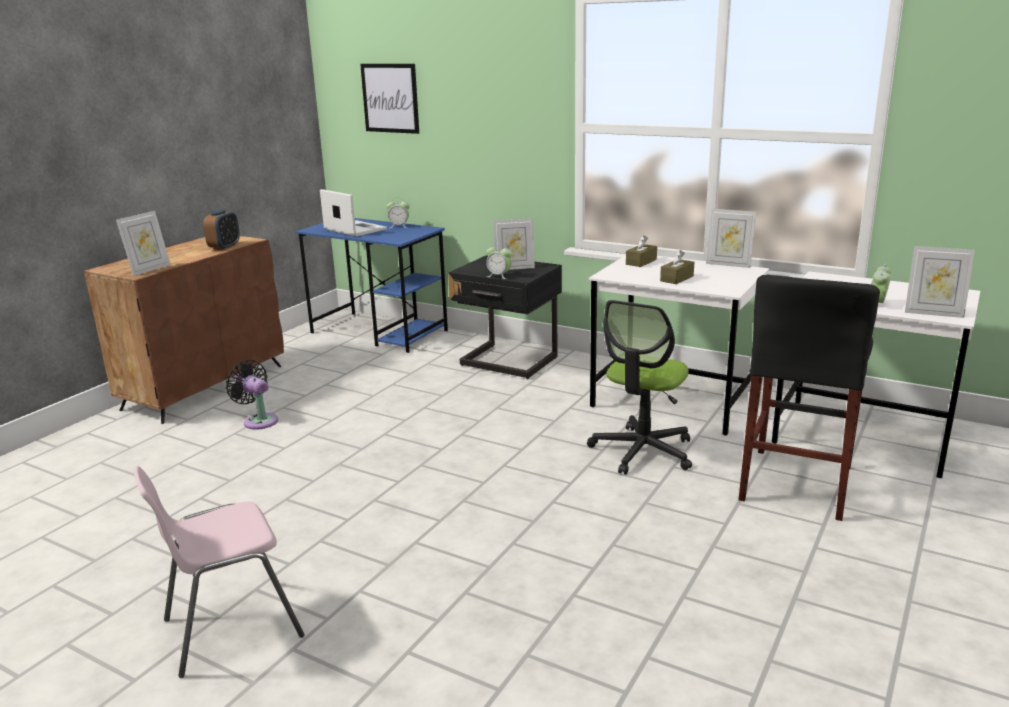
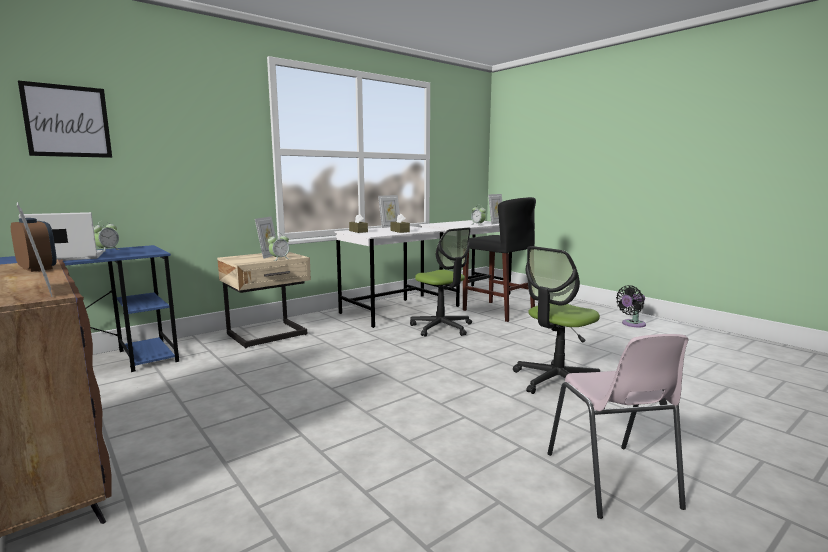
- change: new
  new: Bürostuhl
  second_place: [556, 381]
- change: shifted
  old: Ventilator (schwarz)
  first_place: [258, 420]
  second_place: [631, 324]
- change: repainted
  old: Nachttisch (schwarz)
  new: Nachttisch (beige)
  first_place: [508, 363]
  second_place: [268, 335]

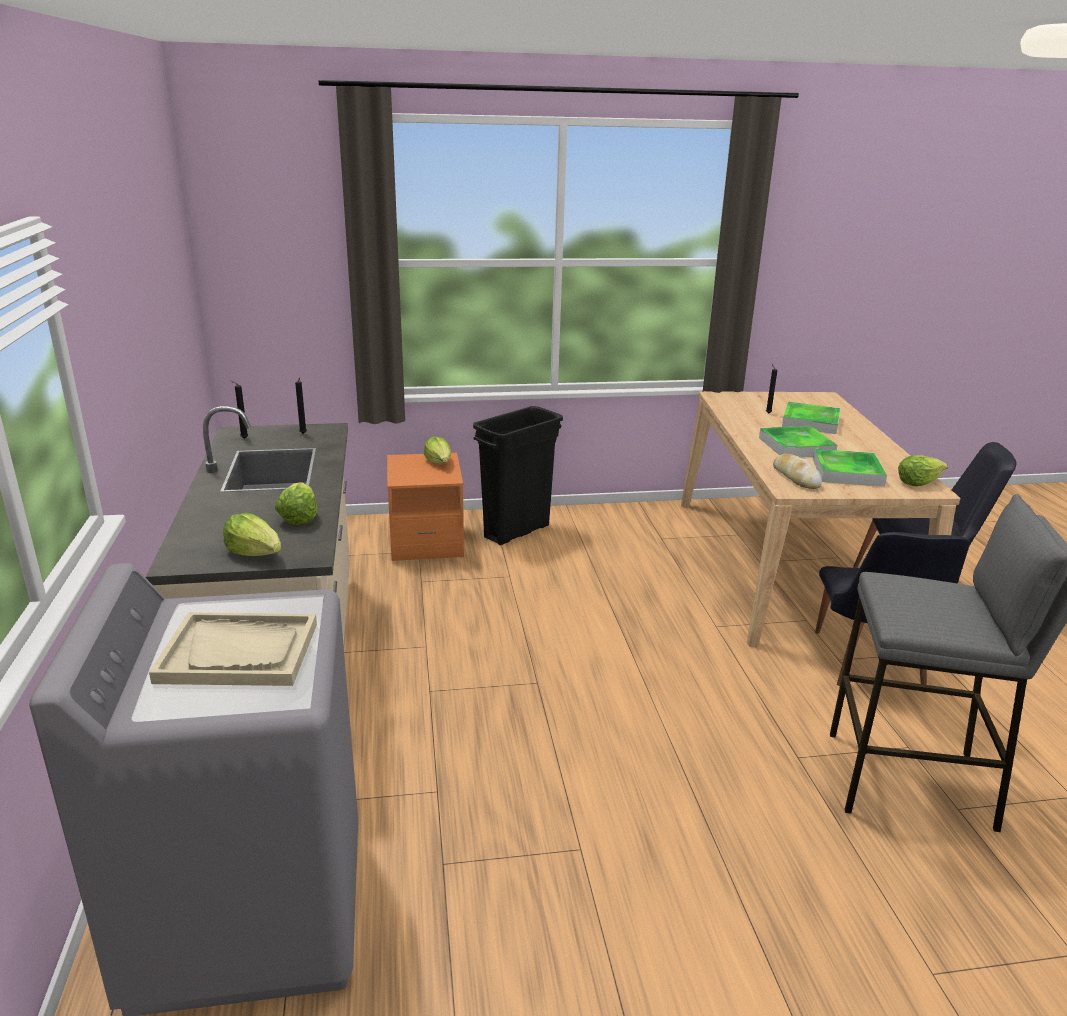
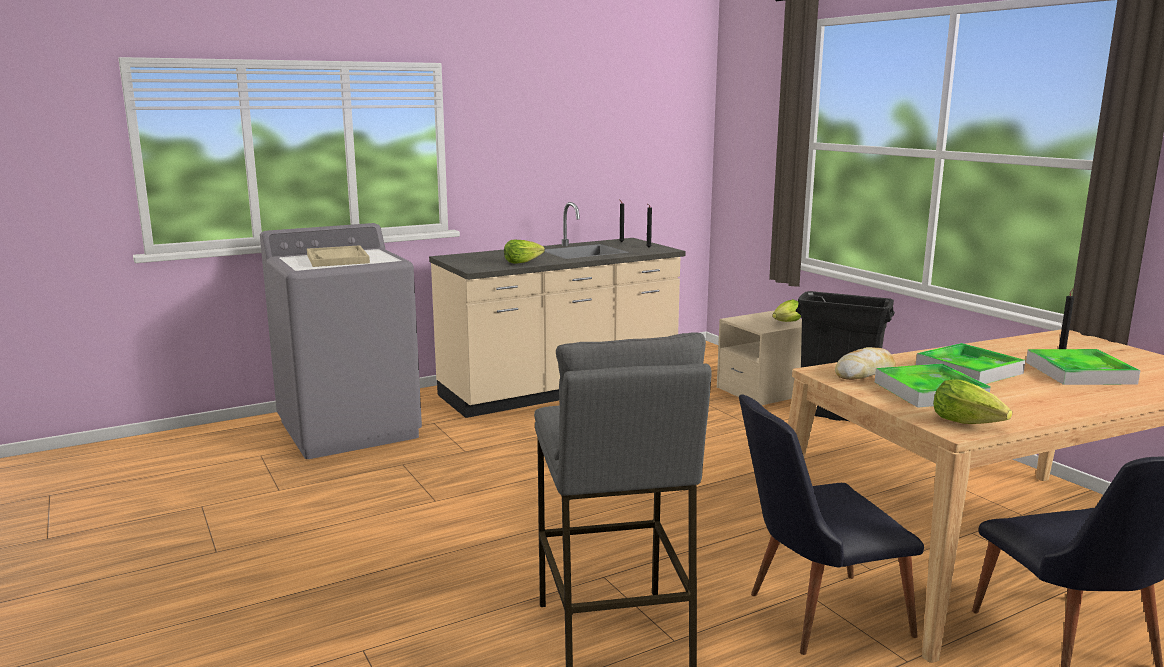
- change: gone
  old: Salatkopf
  first_place: [255, 553]
- change: repainted
  old: Nachttisch (orange)
  new: Nachttisch (beige)
  first_place: [426, 542]
  second_place: [764, 392]

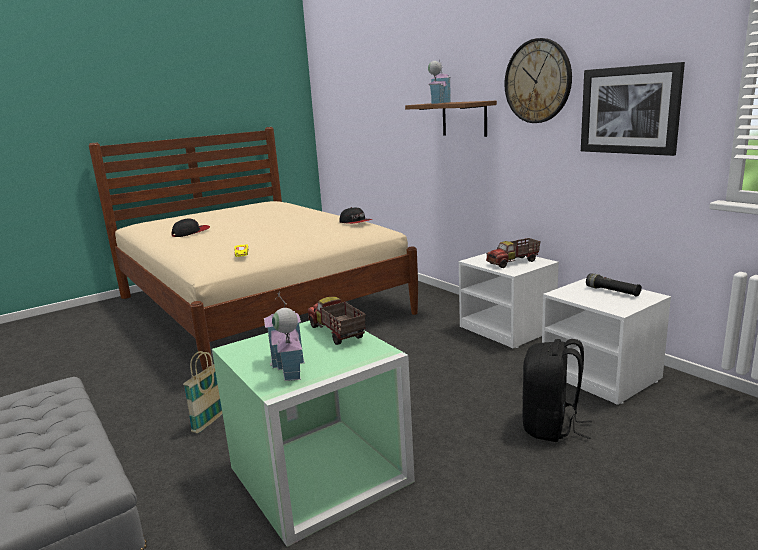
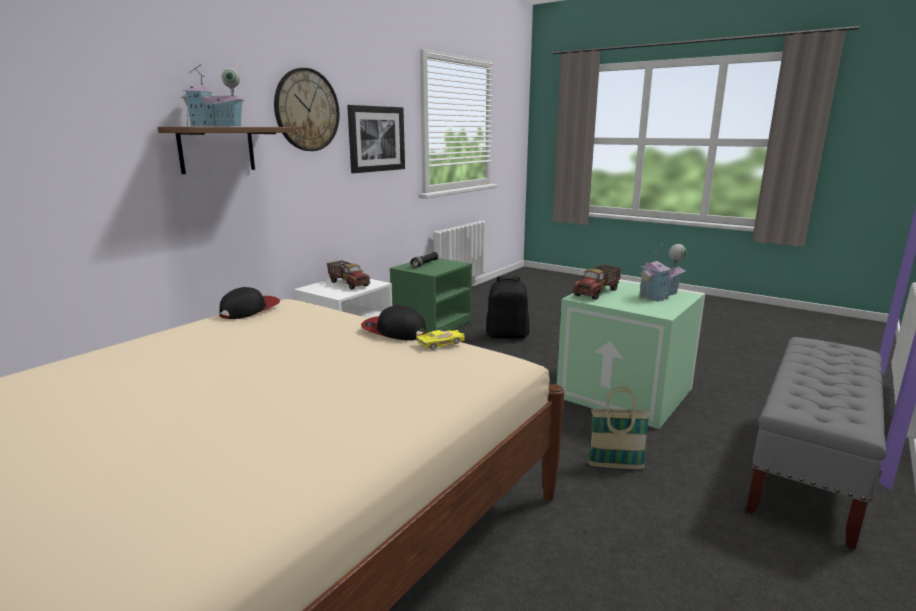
- change: shifted
  old: Kappe
  first_place: [191, 232]
  second_place: [393, 331]
- change: repainted
  old: Nachttisch (weiß)
  new: Nachttisch (grün)
  first_place: [601, 376]
  second_place: [432, 324]

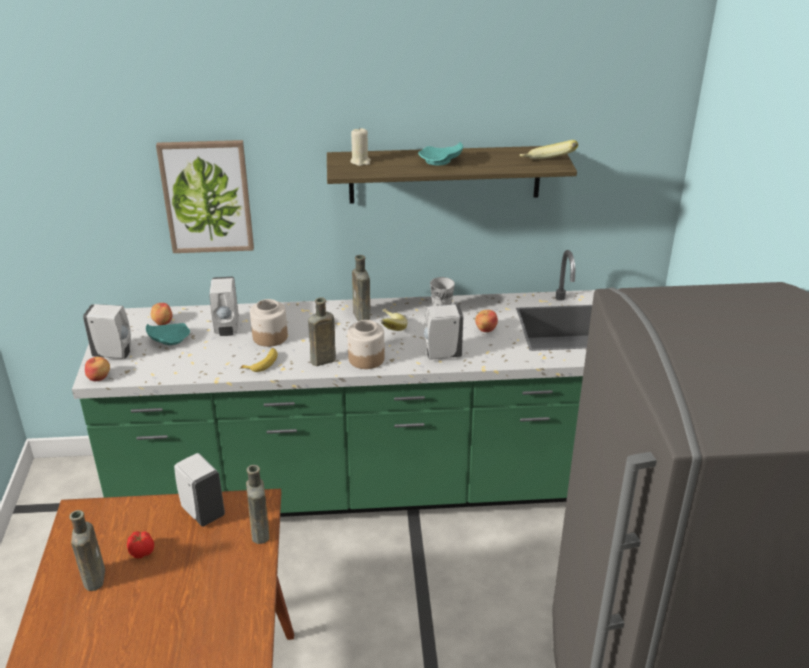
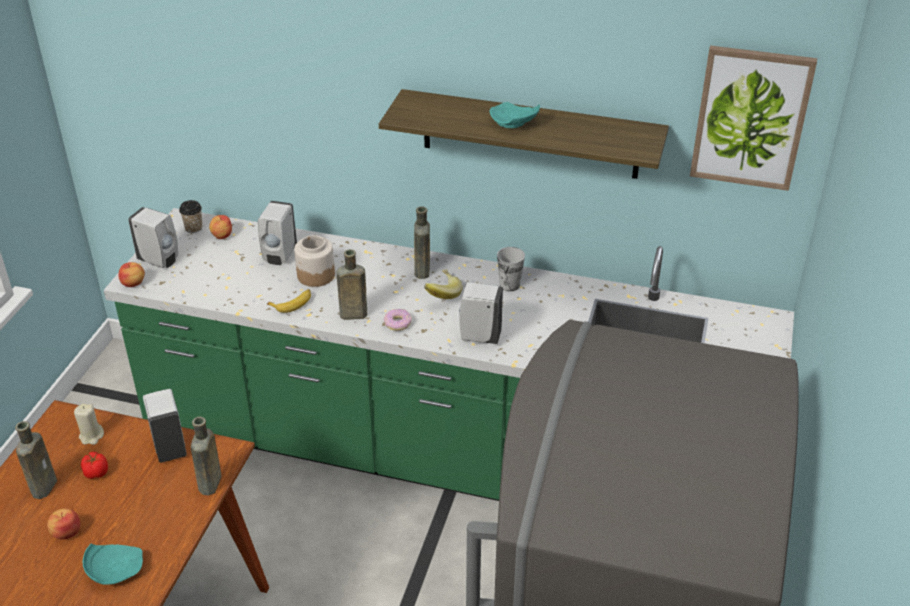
- change: gone
  old: Banane
  first_place: [547, 164]
- change: new
  new: Tasse
  second_place: [193, 228]
- change: shifted
  old: Teller (türkis)
  first_place: [168, 340]
  second_place: [115, 569]
- change: shifted
  old: Bild
  first_place: [207, 196]
  second_place: [750, 117]
- change: shifted
  old: Kerze (beige)
  first_place: [360, 161]
  second_place: [91, 436]
- change: shifted
  old: Apfel
  first_place: [485, 329]
  second_place: [66, 532]
- change: swapped
  old: Vorratsglas
  new: Donut
  first_place: [366, 359]
  second_place: [397, 323]

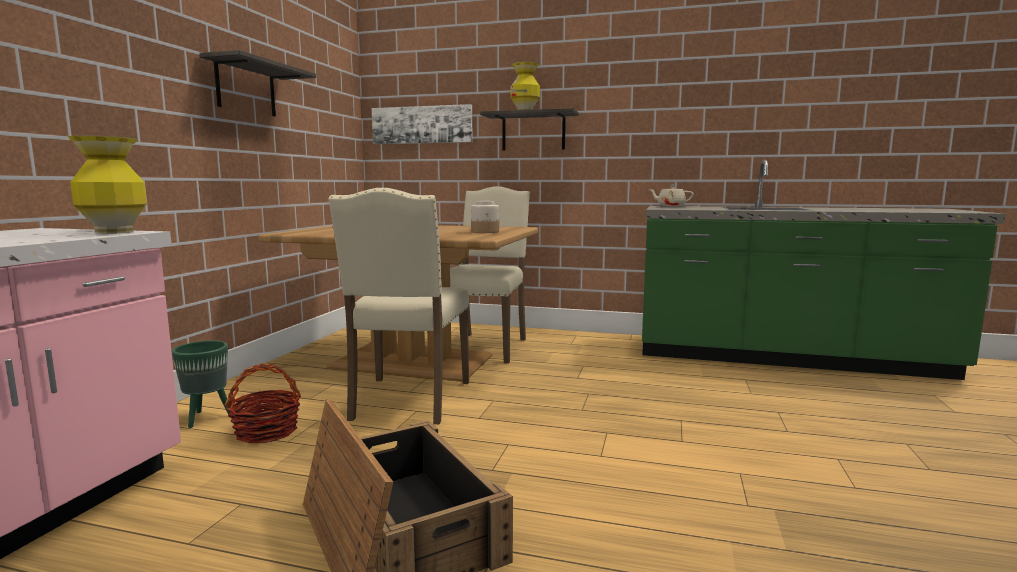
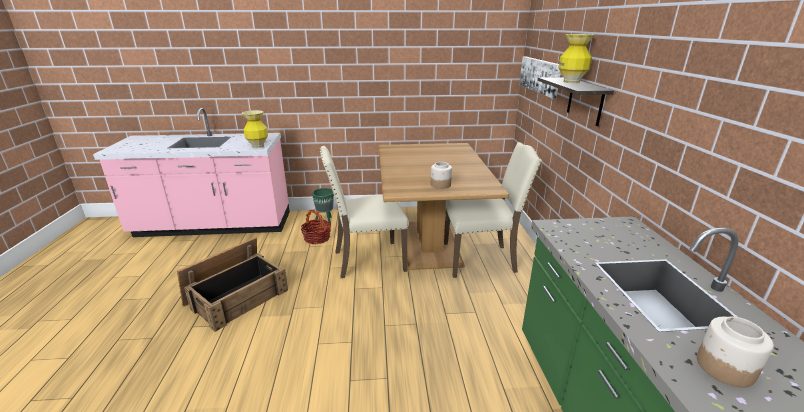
- change: gone
  old: Wandregal
  first_place: [246, 88]
- change: gone
  old: Teekanne (beige)
  first_place: [670, 206]
- change: new
  new: Vorratsglas
  second_place: [724, 367]

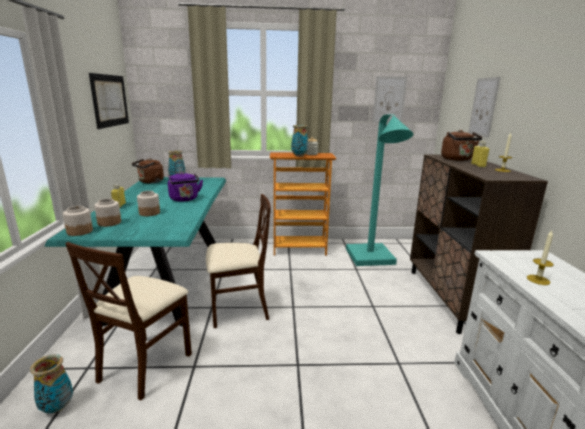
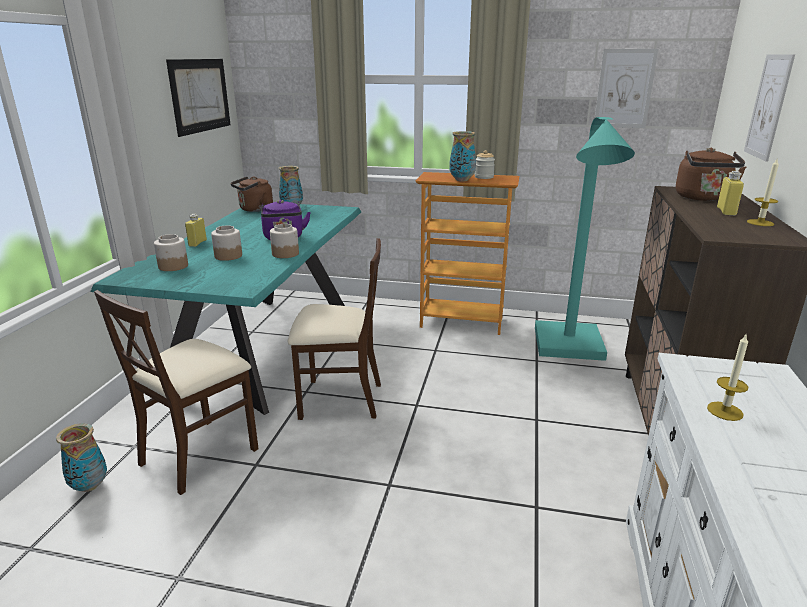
- change: shifted
  old: Vorratsglas
  first_place: [80, 231]
  second_place: [285, 254]

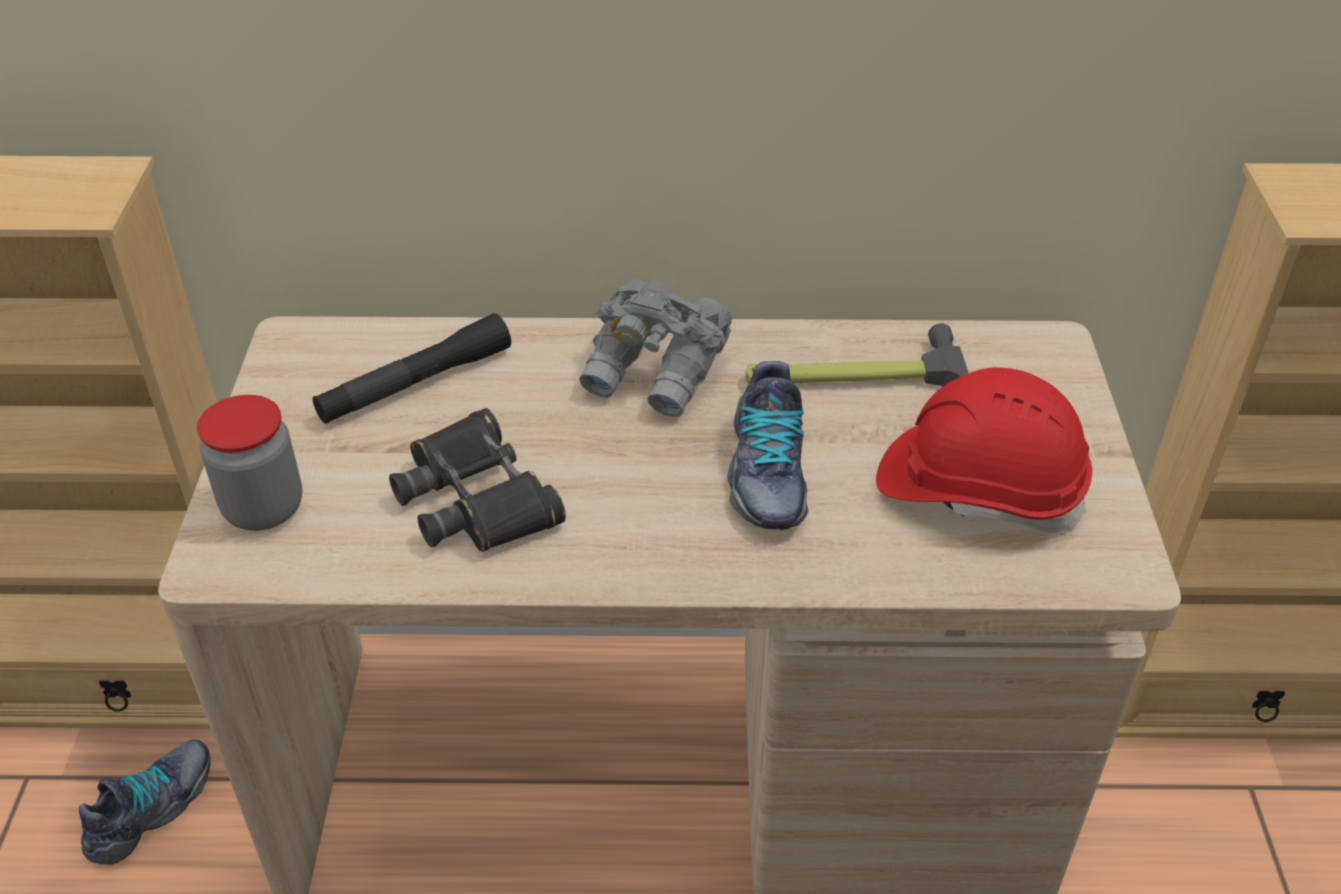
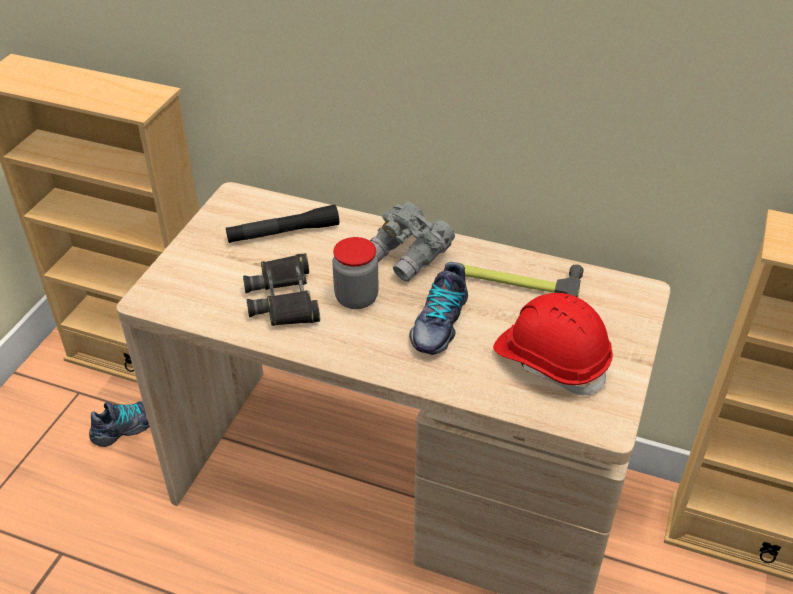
- change: shifted
  old: Vorratsglas
  first_place: [263, 509]
  second_place: [356, 298]

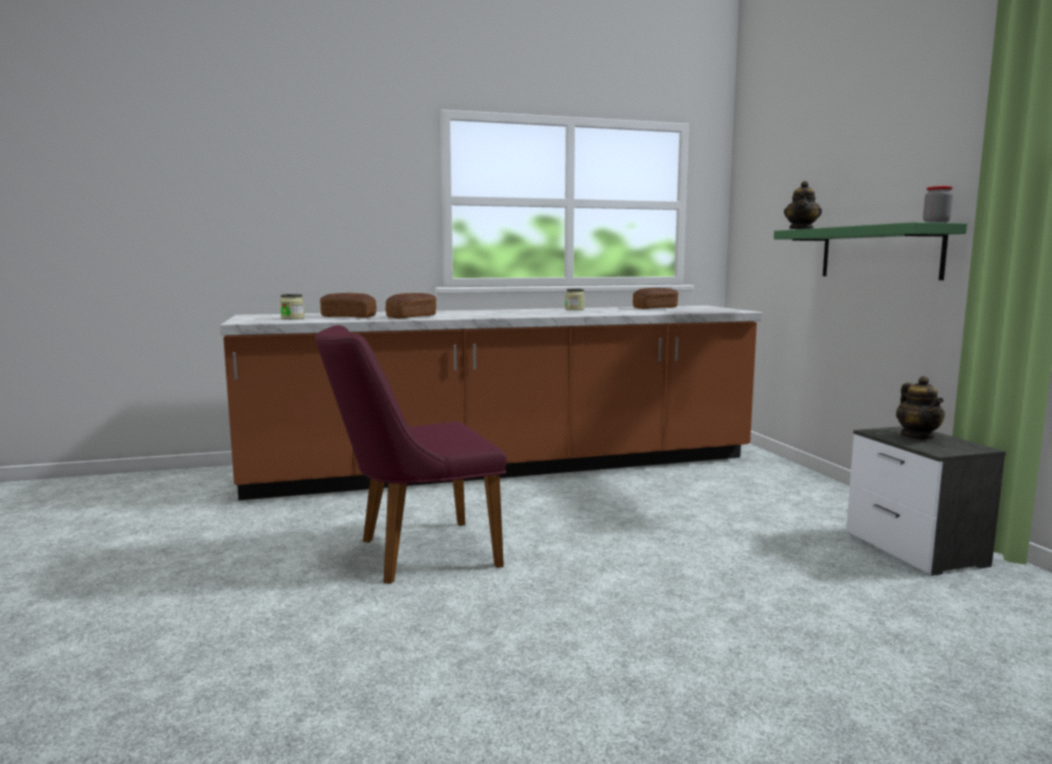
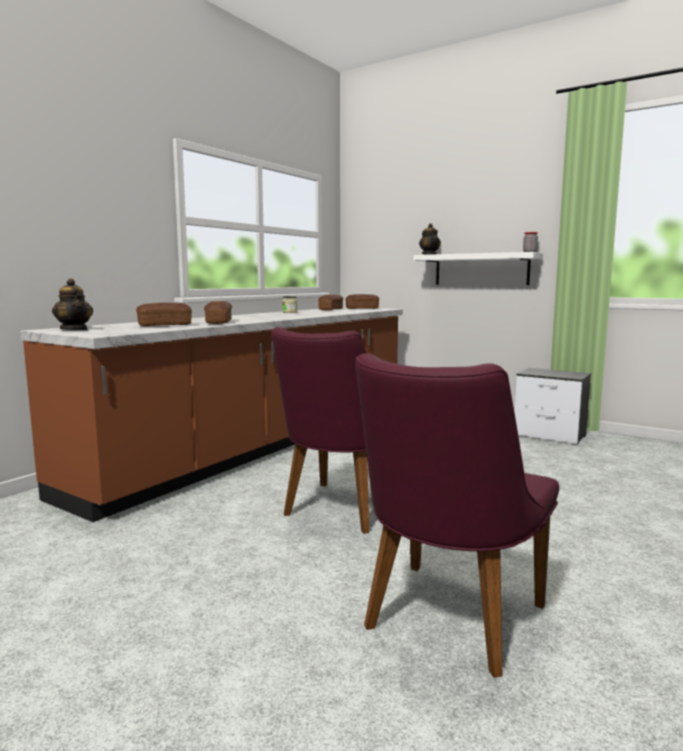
- change: gone
  old: Vorratsglas
  first_place: [292, 318]
- change: new
  new: Brot
  second_place: [362, 308]
- change: new
  new: Stuhl (lila)
  second_place: [445, 623]
- change: shifted
  old: Teekanne
  first_place: [918, 436]
  second_place: [74, 329]
- change: repainted
  old: Wandregal (grün)
  new: Wandregal (weiß)
  first_place: [879, 253]
  second_place: [481, 269]

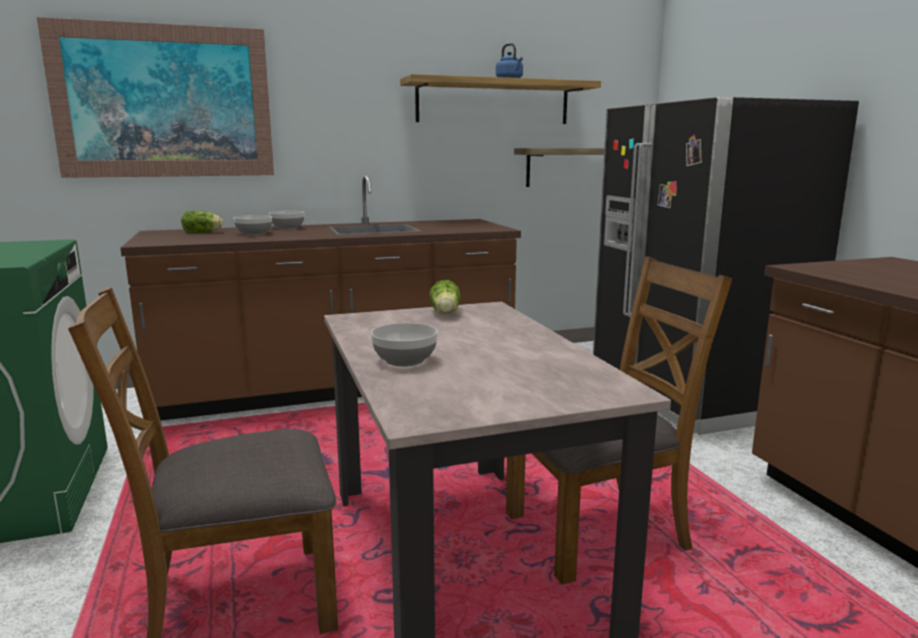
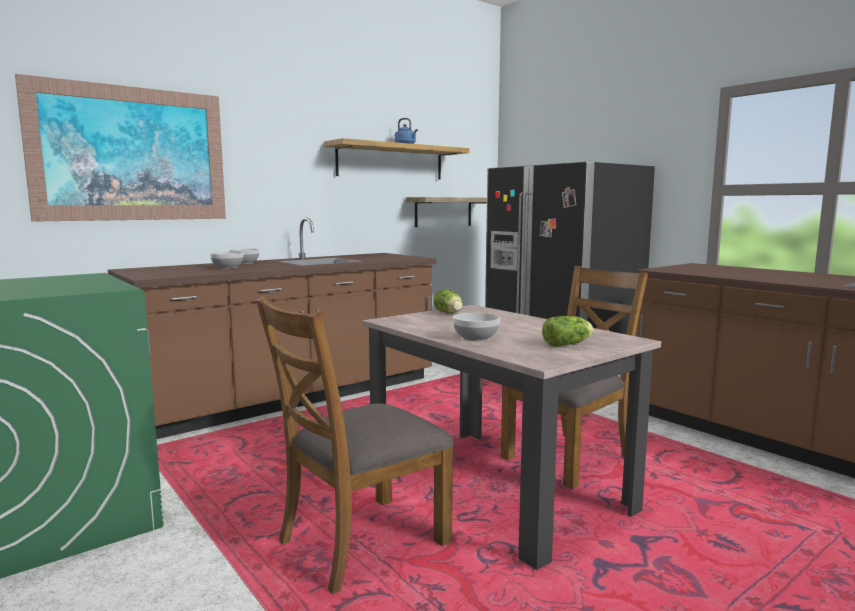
- change: shifted
  old: Salatkopf
  first_place: [203, 232]
  second_place: [568, 344]

